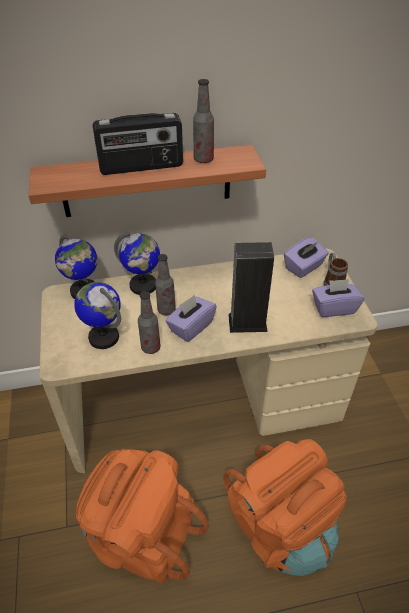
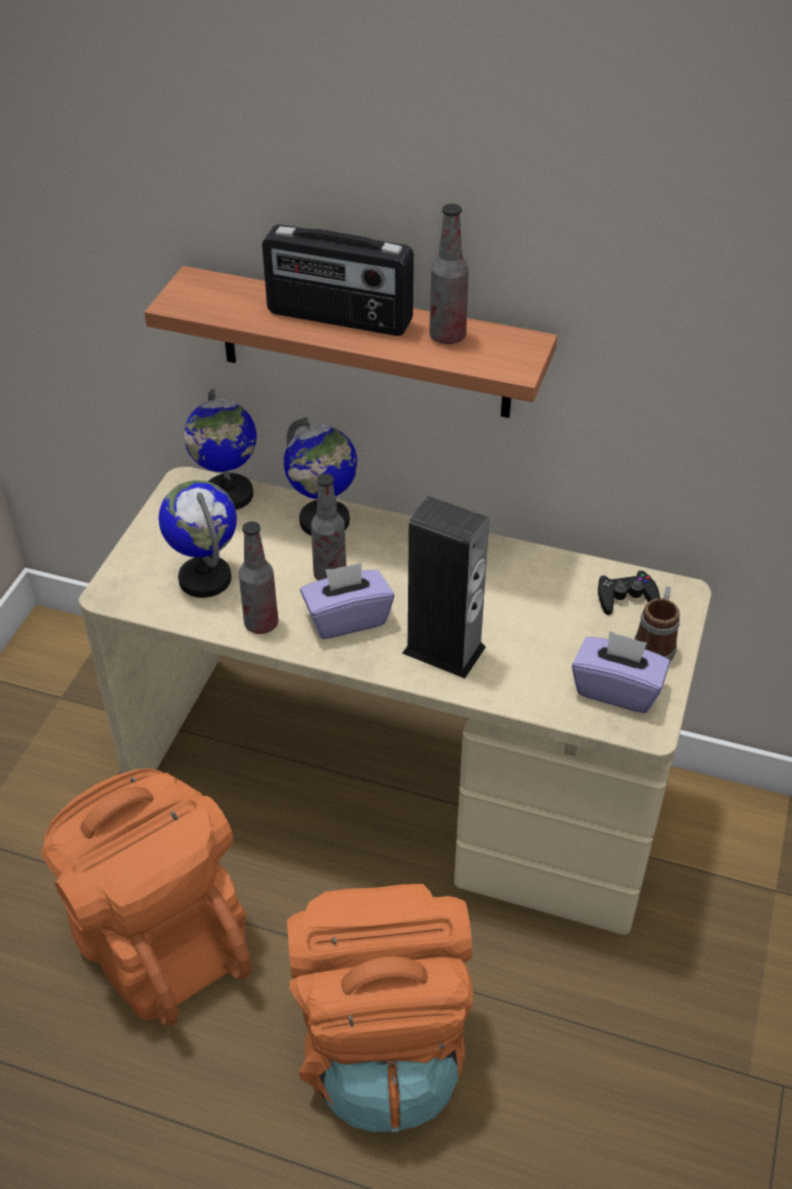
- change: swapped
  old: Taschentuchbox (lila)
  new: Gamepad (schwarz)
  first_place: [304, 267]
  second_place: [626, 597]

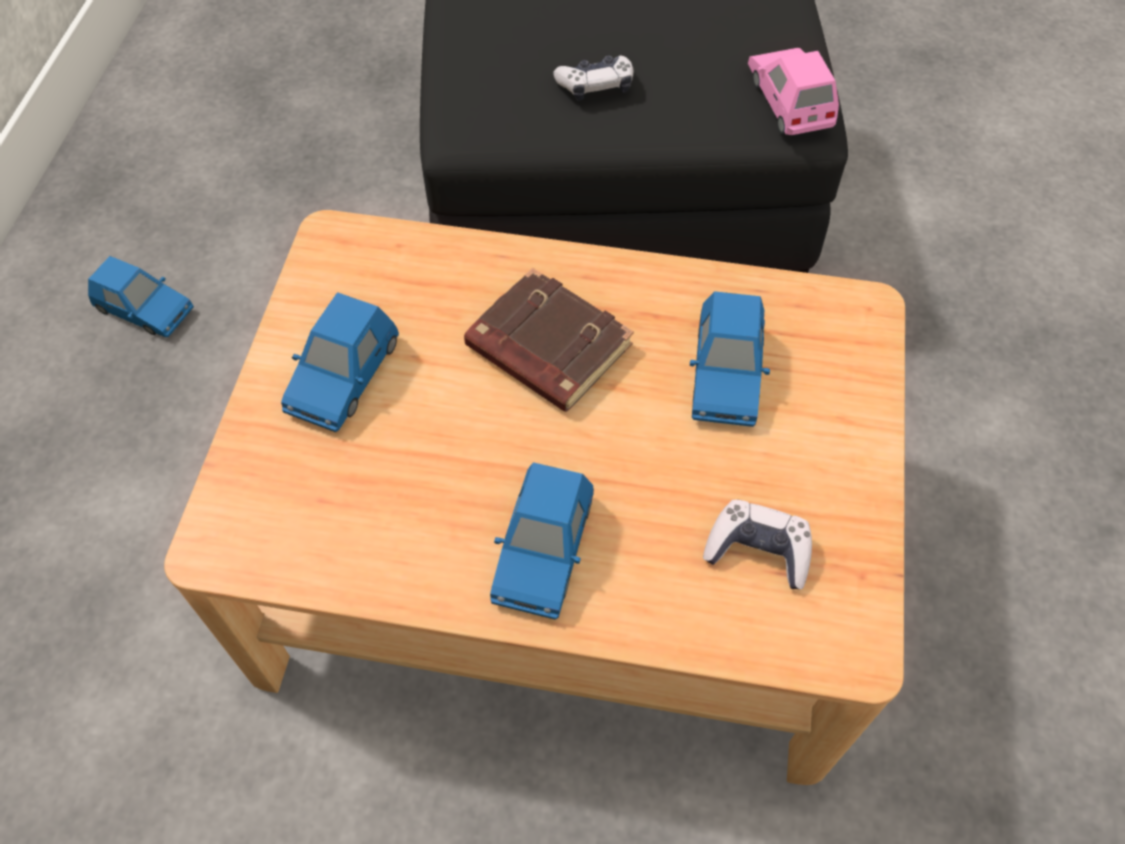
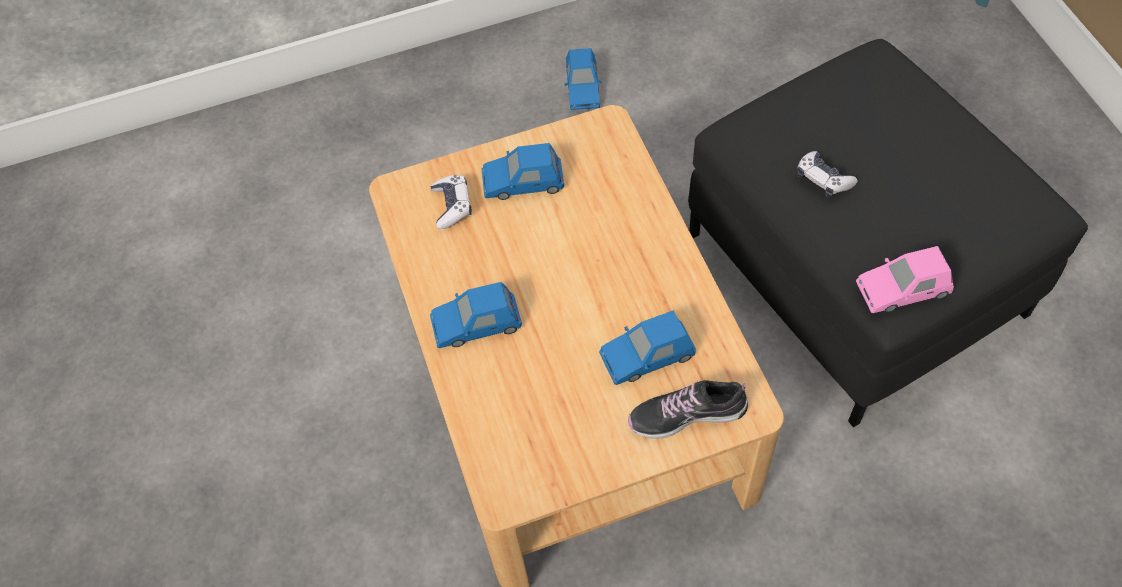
- change: gone
  old: Buch (braun)
  first_place: [546, 348]
- change: new
  new: Schuh
  second_place: [687, 414]
- change: shifted
  old: Gamepad
  first_place: [758, 550]
  second_place: [452, 206]
- change: rotated
  old: Spielzeugauto (rosa)
  first_place: [789, 100]
  second_place: [903, 289]
  degrees: -150

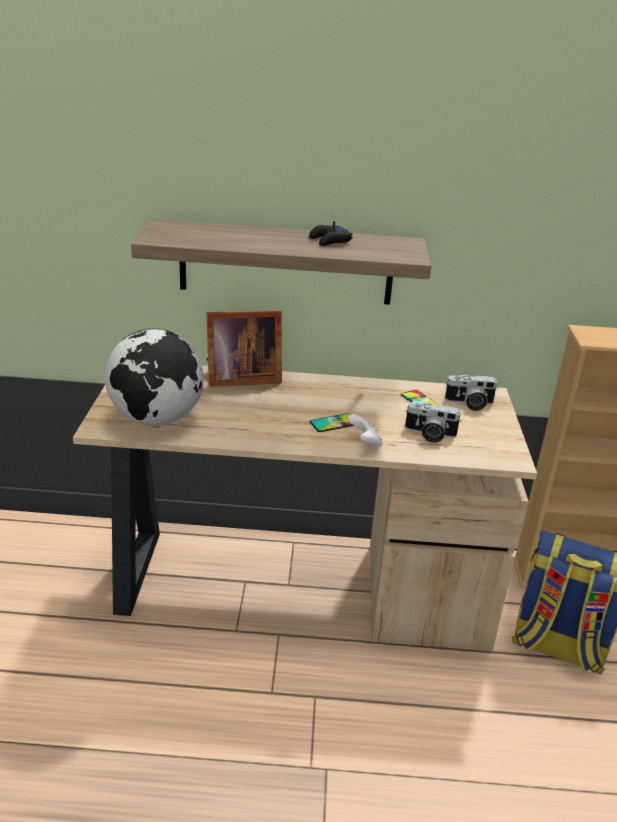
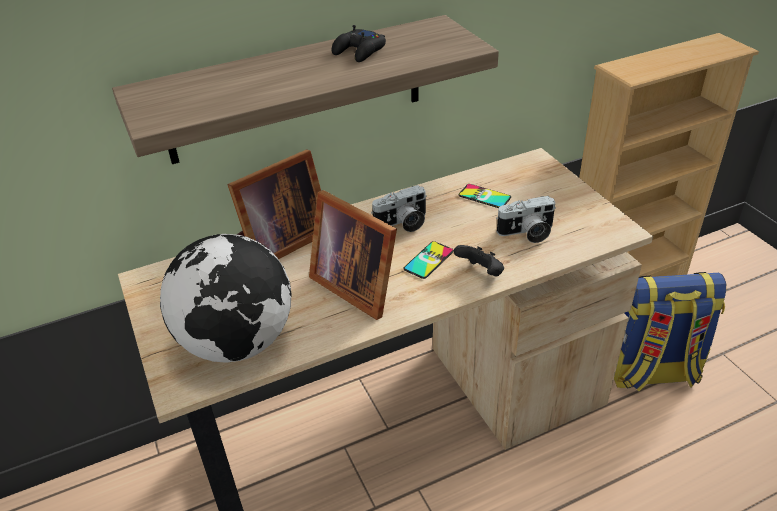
- change: new
  new: Bilderrahmen
  second_place: [356, 285]
- change: shifted
  old: Kamera
  first_place: [469, 404]
  second_place: [403, 224]
- change: repainted
  old: Gamepad (weiß)
  new: Gamepad (schwarz)
  first_place: [365, 444]
  second_place: [480, 273]

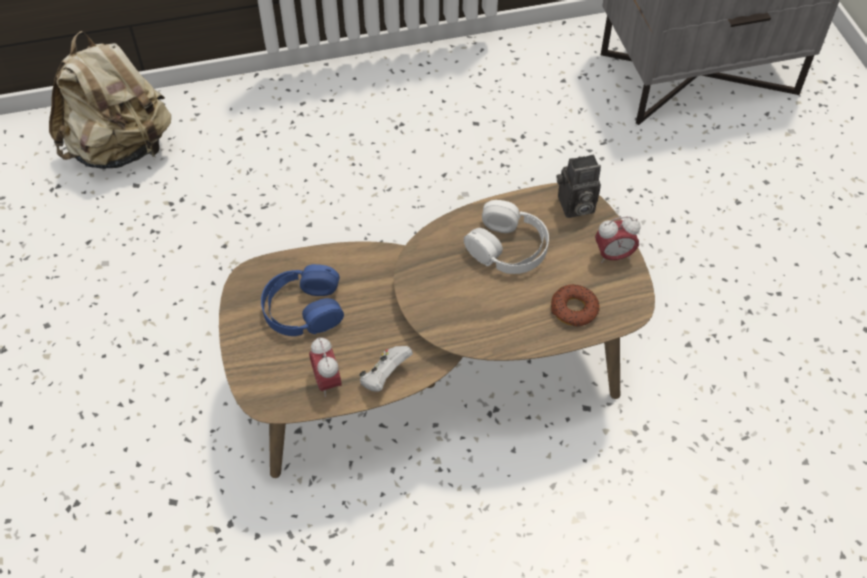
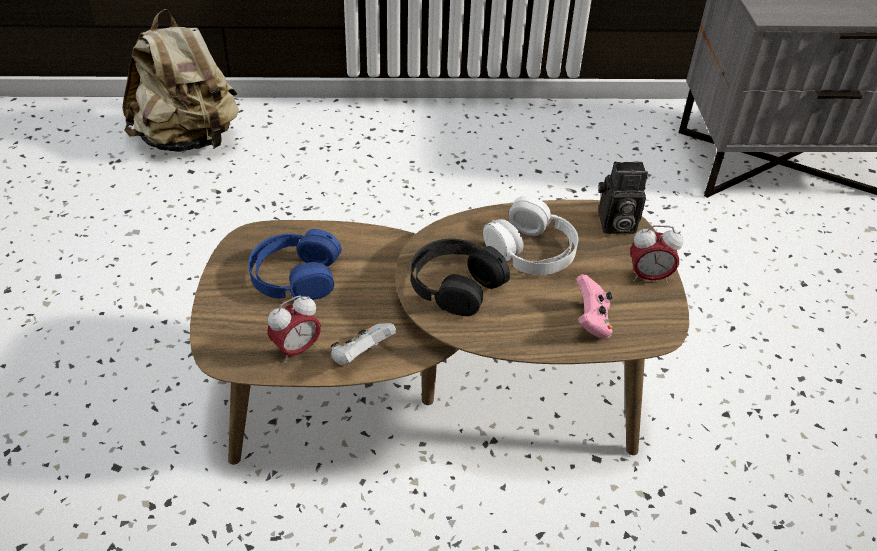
- change: new
  new: Kopfhörer (schwarz)
  second_place: [455, 284]
- change: swapped
  old: Donut
  new: Gamepad (rosa)
  first_place: [574, 309]
  second_place: [591, 321]
- change: rotated
  old: Wecker
  first_place: [327, 381]
  second_place: [296, 349]
  degrees: -120

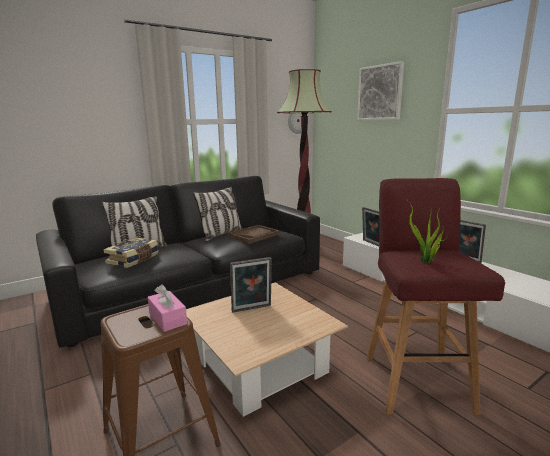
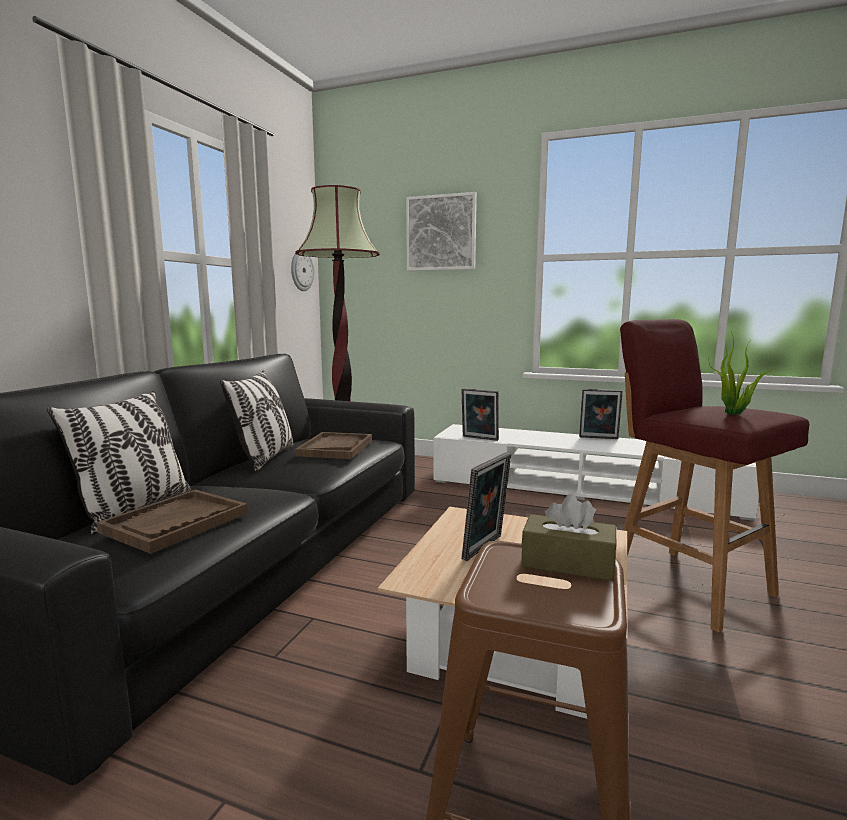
- change: swapped
  old: Buch
  new: Tablett (braun)
  first_place: [134, 259]
  second_place: [176, 523]
- change: repainted
  old: Taschentuchbox (rosa)
  new: Taschentuchbox (braun)
  first_place: [167, 318]
  second_place: [568, 563]

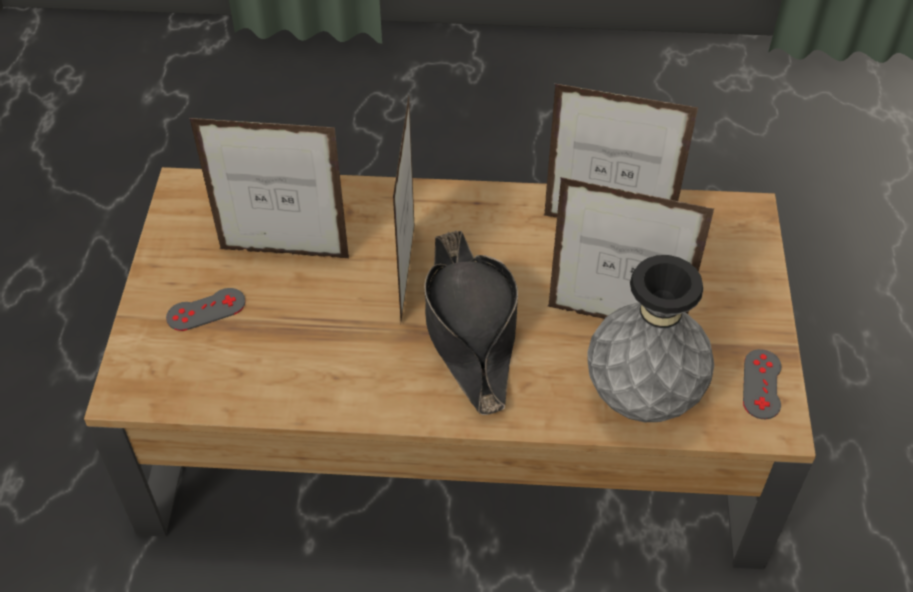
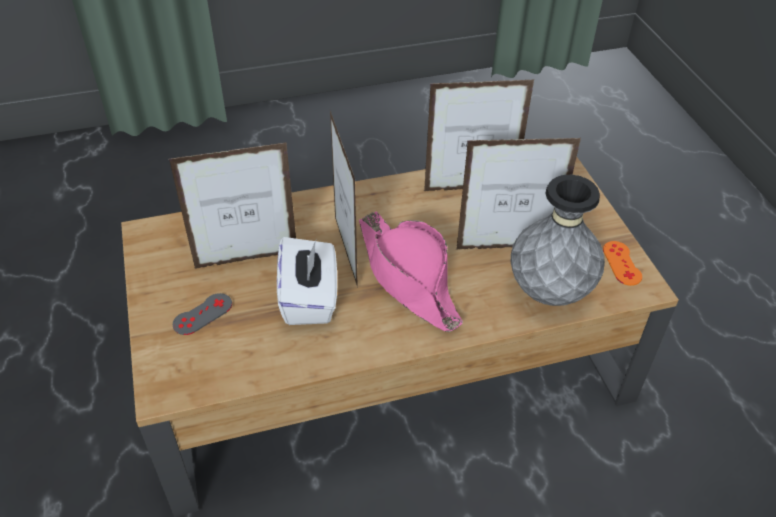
- change: new
  new: Taschentuchbox (weiß)
  second_place: [309, 299]
- change: repainted
  old: Hut (schwarz)
  new: Hut (rosa)
  first_place: [469, 329]
  second_place: [408, 278]
- change: repainted
  old: Gamepad (grau)
  new: Gamepad (orange)
  first_place: [762, 384]
  second_place: [622, 263]

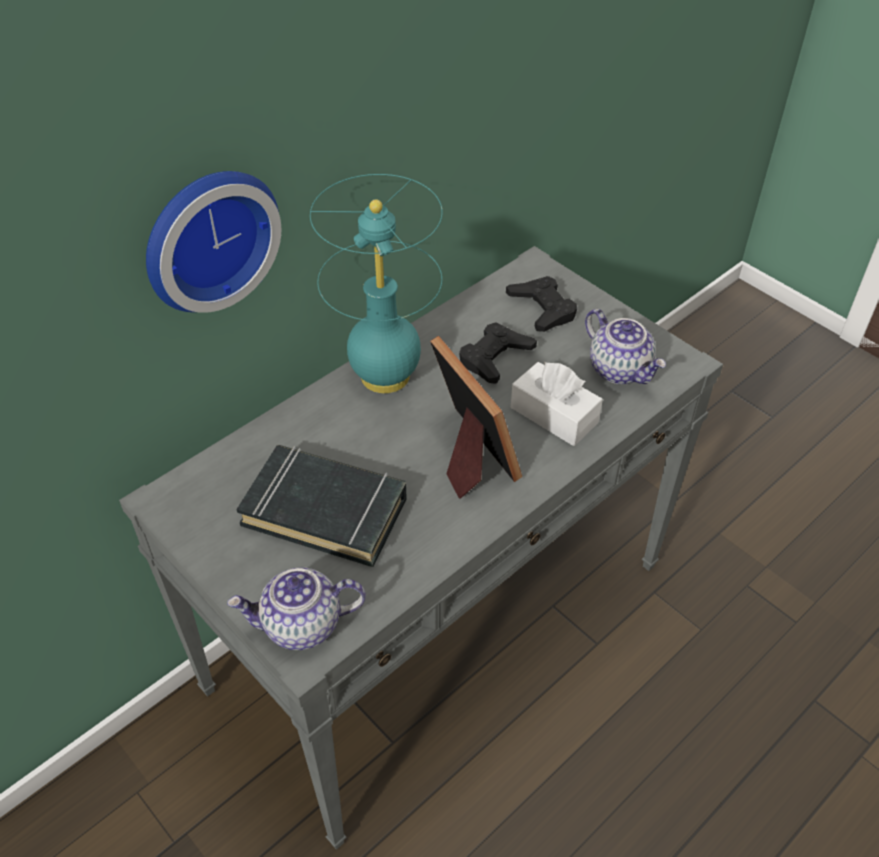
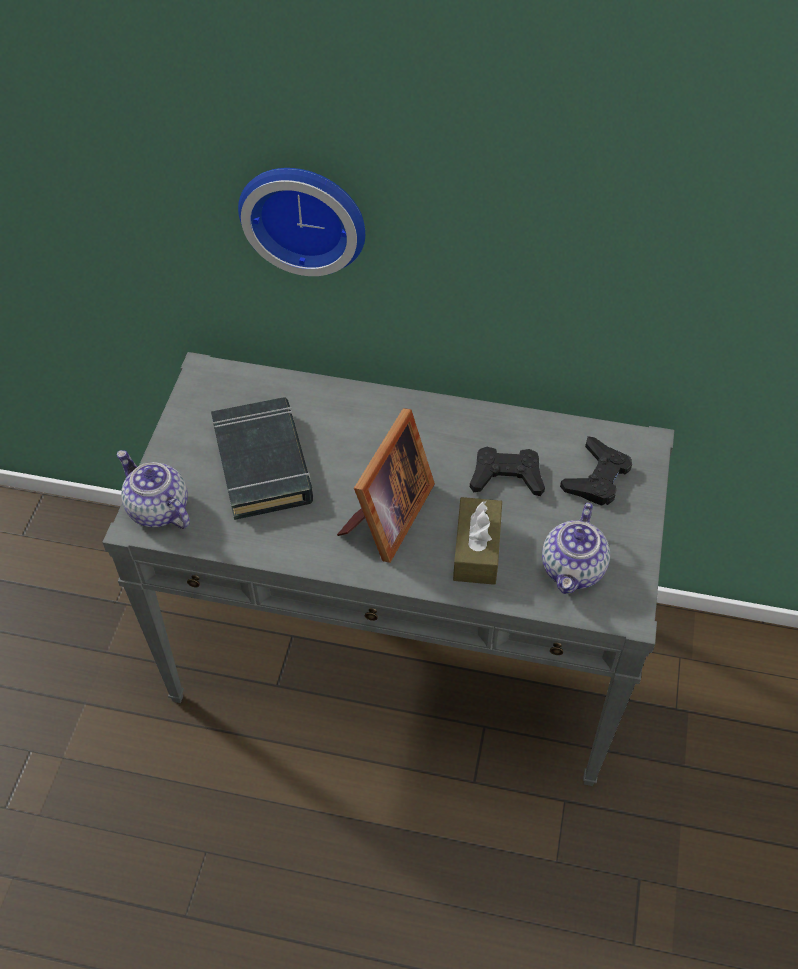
- change: gone
  old: Tischlampe (türkis)
  first_place: [385, 376]
- change: repainted
  old: Taschentuchbox (weiß)
  new: Taschentuchbox (braun)
  first_place: [554, 415]
  second_place: [476, 550]

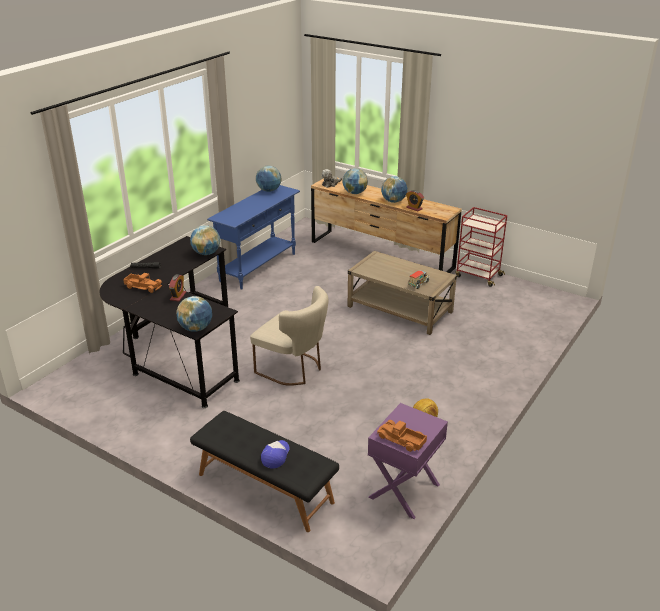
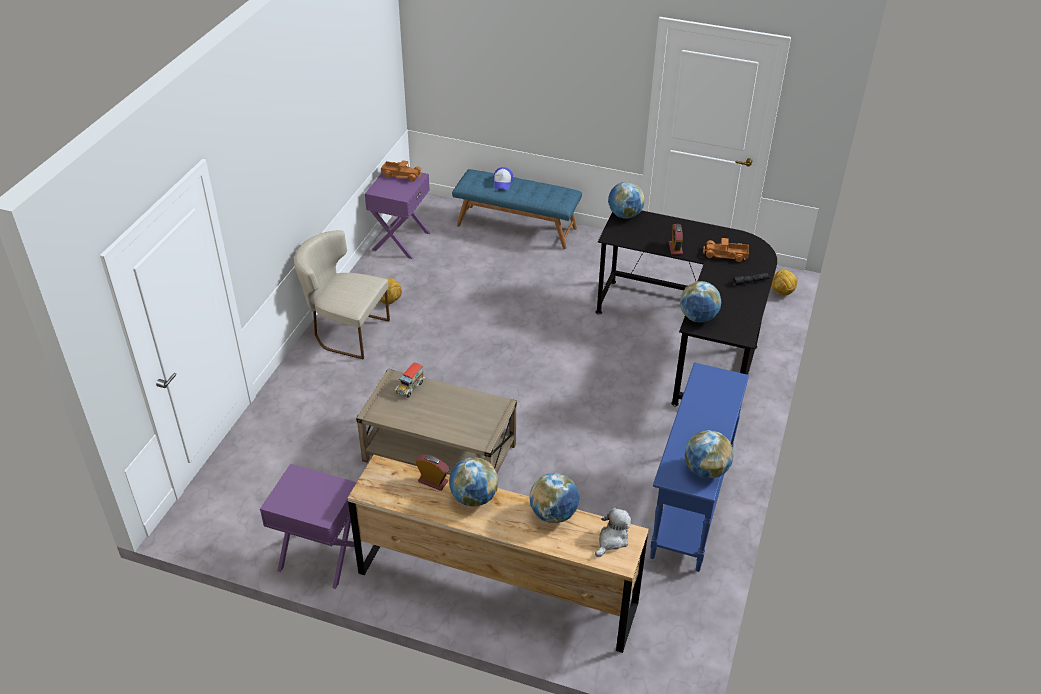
- change: new
  new: Fußball
  second_place: [782, 292]
- change: shifted
  old: Stuhl (beige)
  first_place: [294, 369]
  second_place: [346, 332]
- change: swapped
  old: Rollwagen (rot)
  new: Nachttisch (lila)
  first_place: [478, 276]
  second_place: [319, 557]
- change: repainted
  old: Bank (schwarz)
  new: Bank (blau)
  first_place: [264, 488]
  second_place: [517, 226]

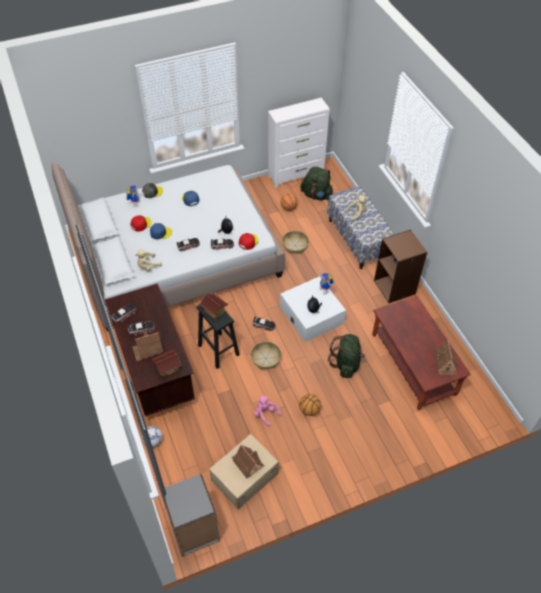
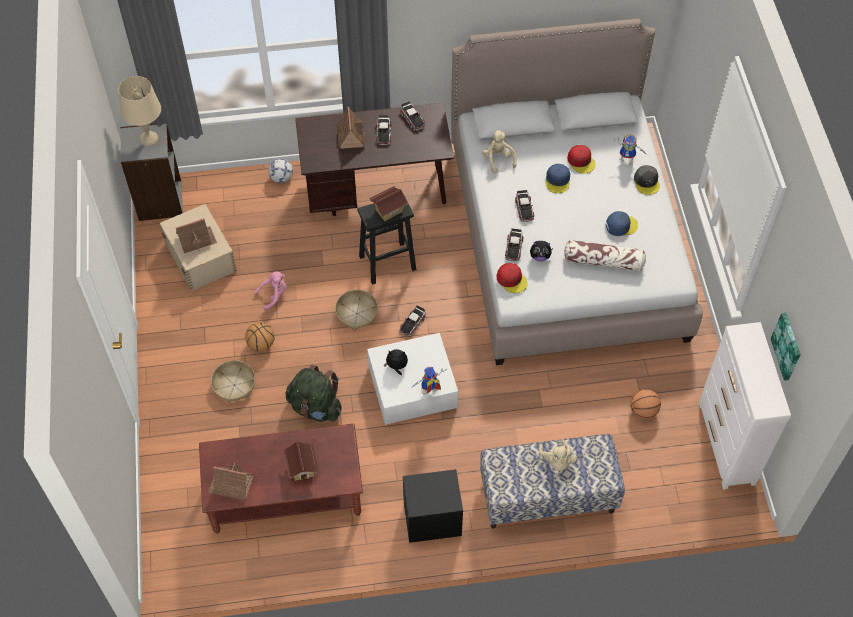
- change: gone
  old: Rucksack (grün)
  first_place: [316, 195]
- change: new
  new: Tischlampe (beige)
  second_place: [148, 138]
- change: new
  new: Kissen
  second_place: [603, 261]
- change: new
  new: Bild
  second_place: [787, 346]
- change: shifted
  old: Spielzeughaus
  first_place: [168, 368]
  second_place: [302, 468]
- change: shifted
  old: Korb
  first_place: [295, 245]
  second_place: [234, 385]
- change: swapped
  old: Bücherregal (braun)
  new: Nachttisch (schwarz)
  first_place: [395, 287]
  second_place: [432, 519]

